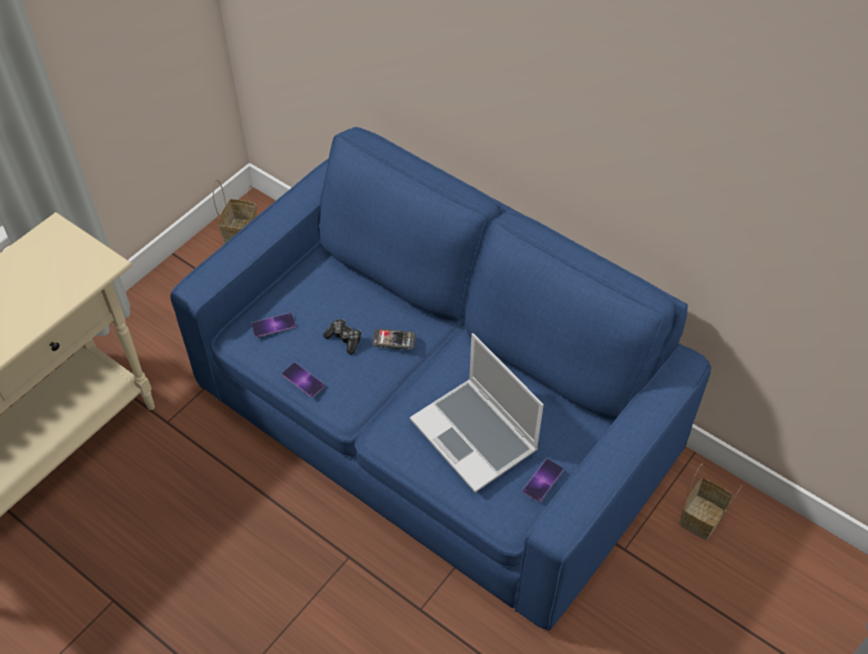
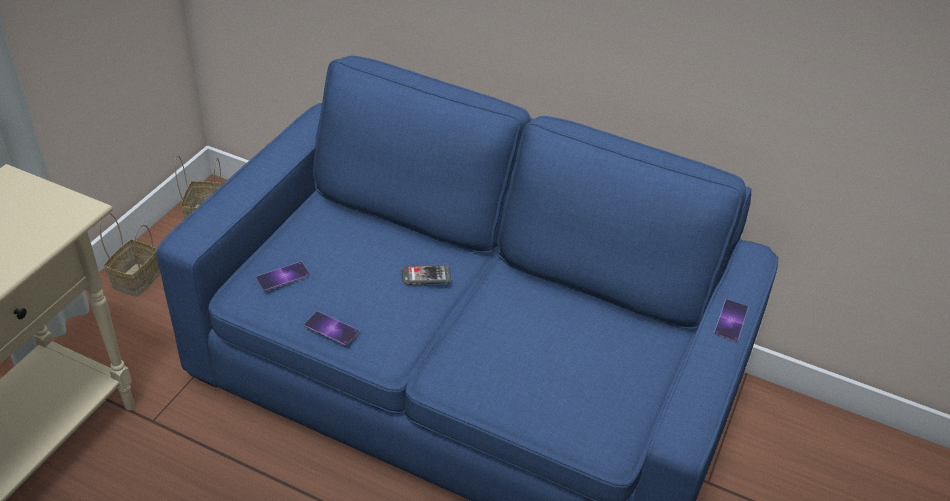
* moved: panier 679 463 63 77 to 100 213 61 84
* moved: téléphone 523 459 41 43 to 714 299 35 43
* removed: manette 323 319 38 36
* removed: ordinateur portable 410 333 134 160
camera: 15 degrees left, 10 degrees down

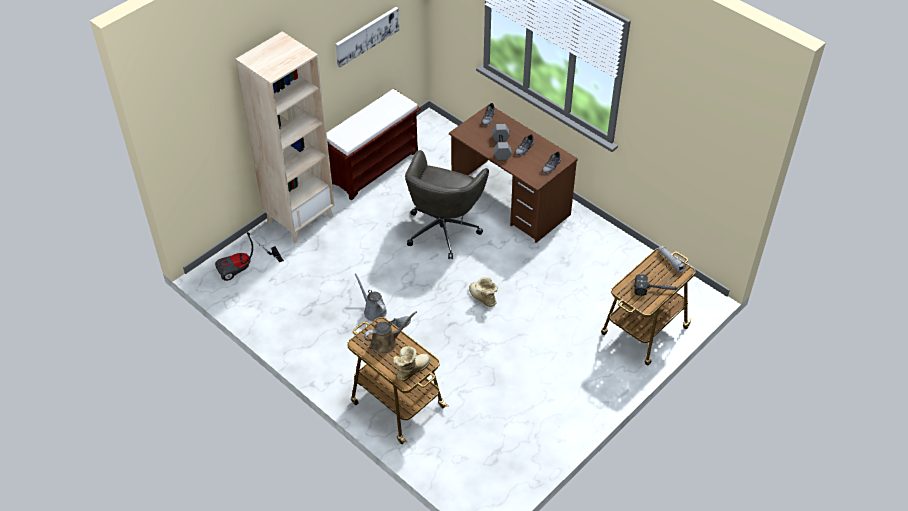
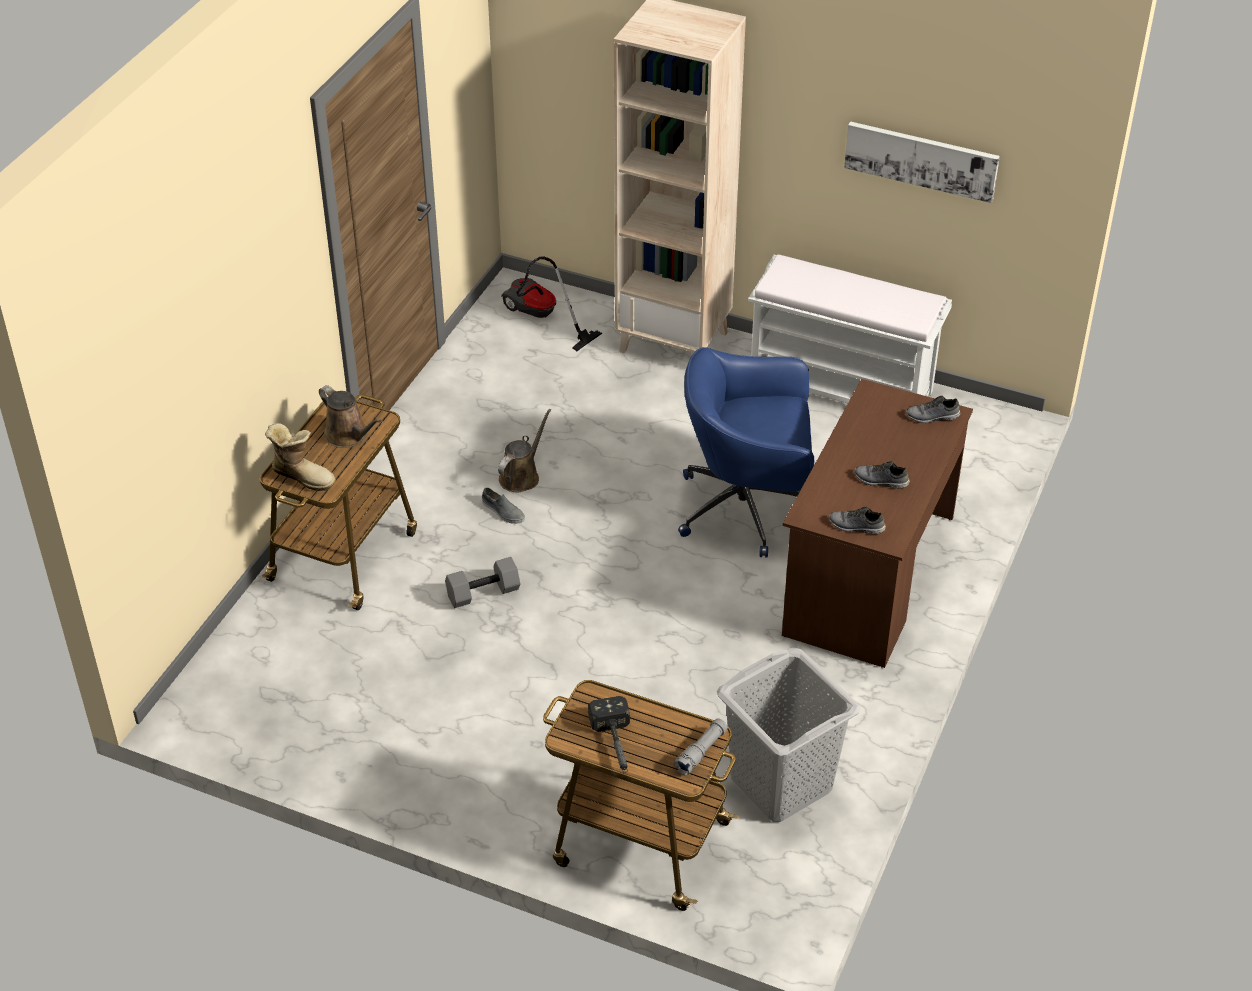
* moved: haltère/gris 492 124 20 36 to 445 557 75 51
* recoloured: arrosoir/gris 355 274 32 48 to arrosoir/marron 498 409 53 83
* recoloured: chaise de bureau/gris 405 150 84 109 to chaise de bureau/bleu 678 347 136 211
* added: panier à linge/gris 717 648 143 174
* recoloured: banc/marron 327 89 94 111 to banc/blanc 748 254 204 149
* removed: botte 469 277 29 30
camera: 70 degrees right, 5 degrees down

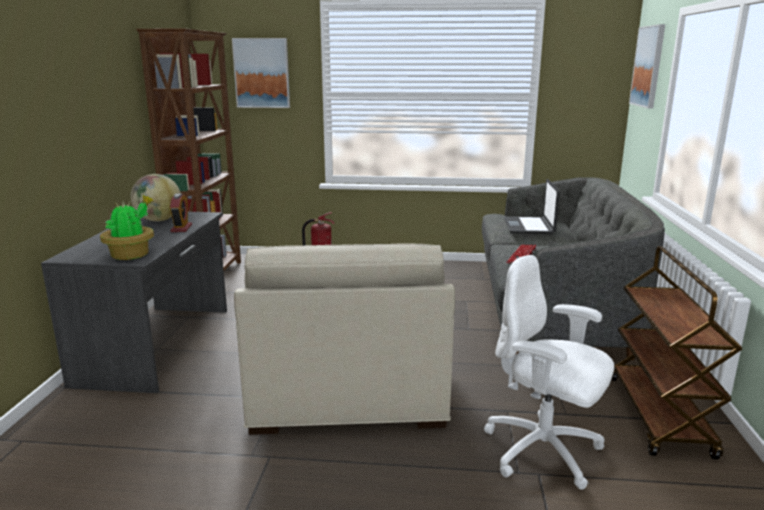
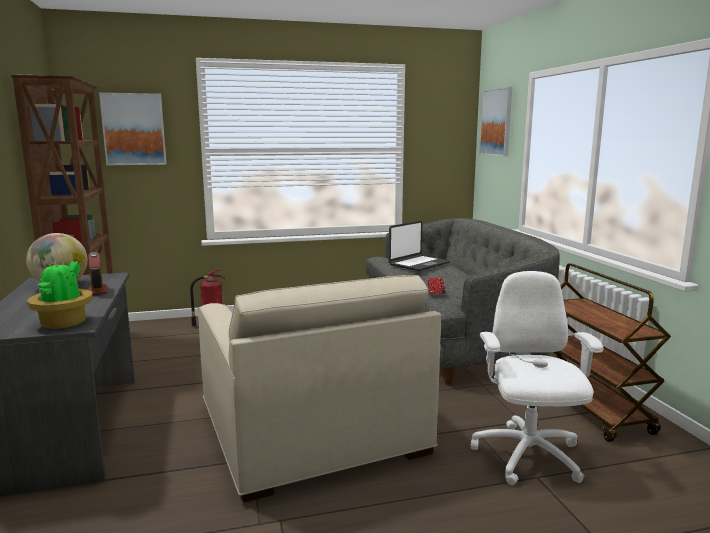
* turned: ordinateur portable 504 179 56 55 = 389 221 61 50 120 degrees counterclockwise
* turned: chaise de bureau/blanc 484 255 130 235 = 471 271 132 214 75 degrees clockwise
camera: 20 degrees left, 5 degrees down

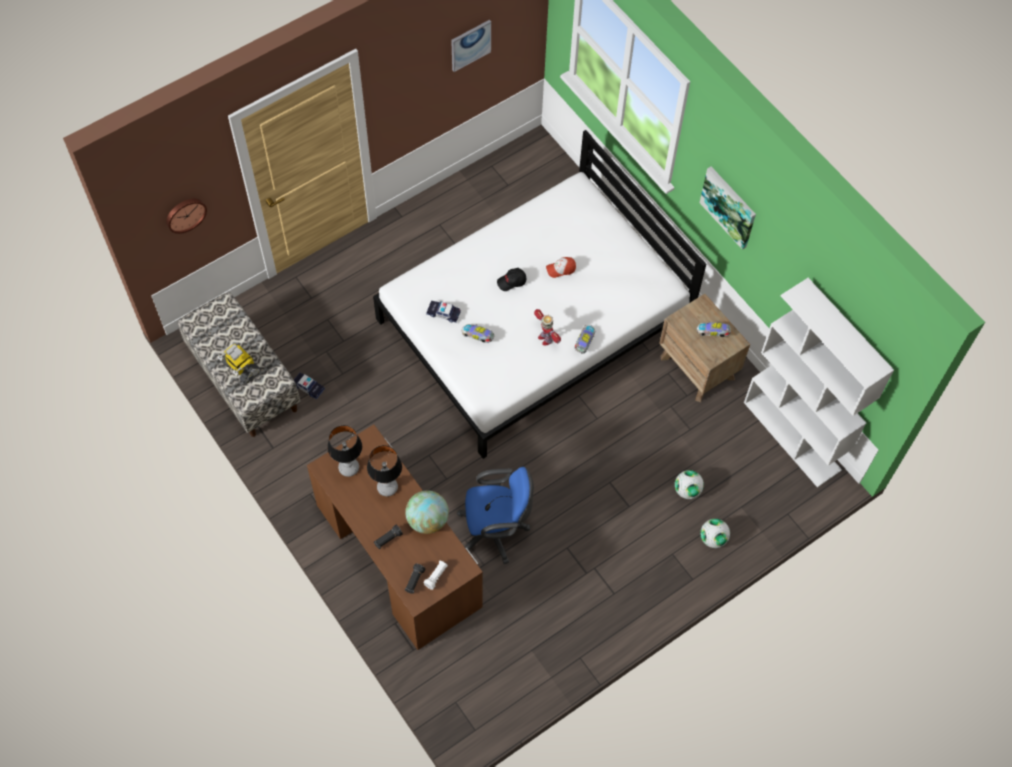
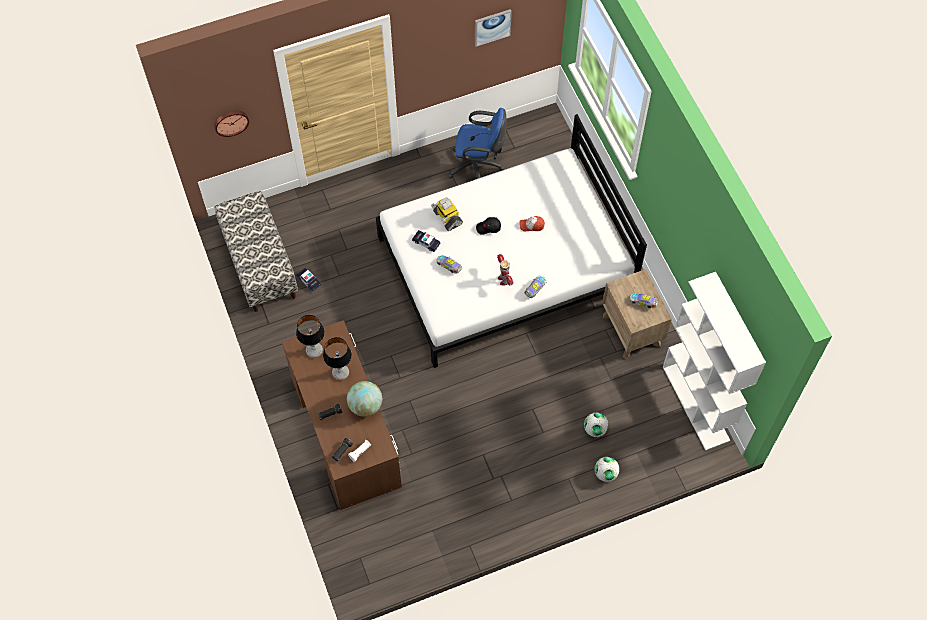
* moved: robot jouet 217 344 44 40 to 431 197 32 34
* moved: chaise de bureau/bleu 456 467 78 97 to 448 108 59 71
* removed: tableau 700 166 56 84
camera: 15 degrees right, 0 degrees up

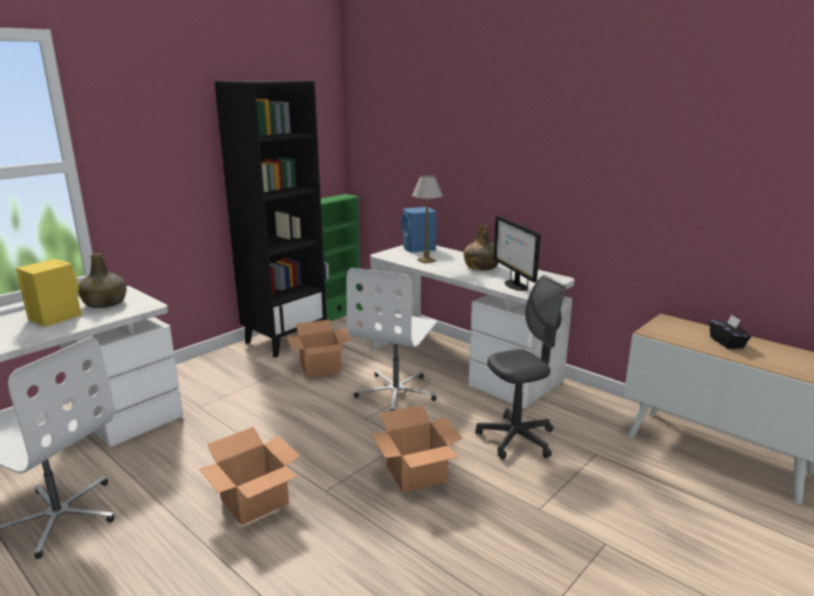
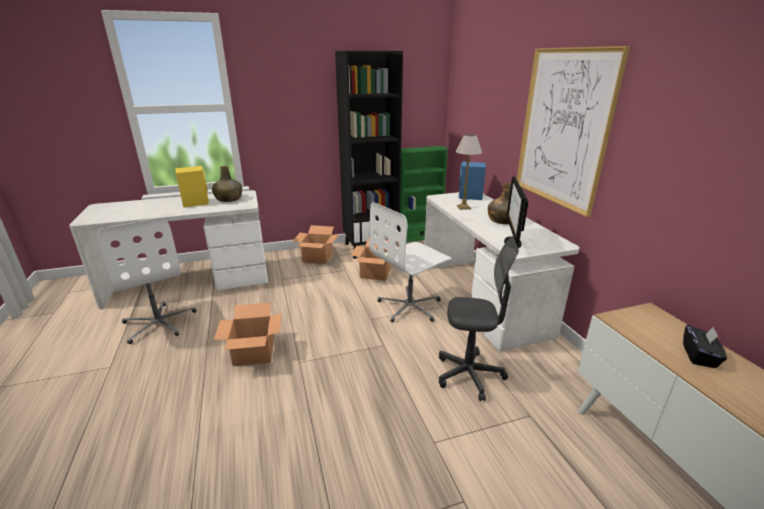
* moved: carton 372 405 91 88 to 293 225 46 39
* added: tableau 517 46 113 171
camera: 30 degrees right, 5 degrees up

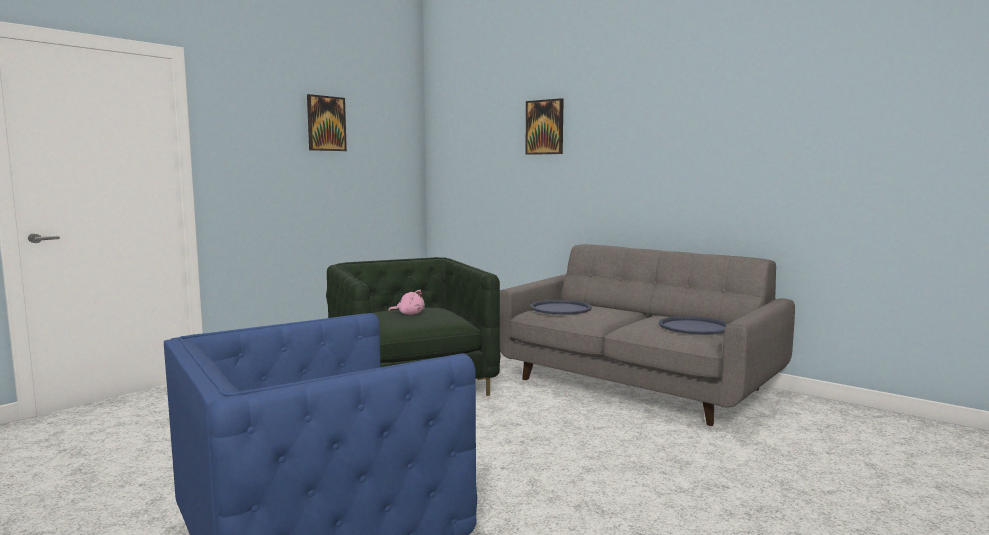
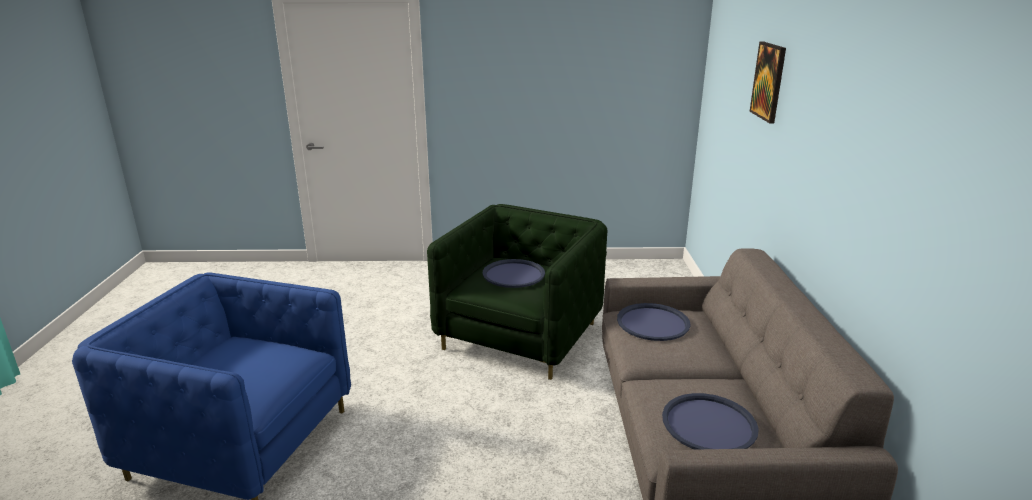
* replaced: peluche/rose 388 290 37 25 to plateau/bleu 483 259 62 29
* removed: tableau 307 94 40 57
camera: 50 degrees right, 15 degrees up

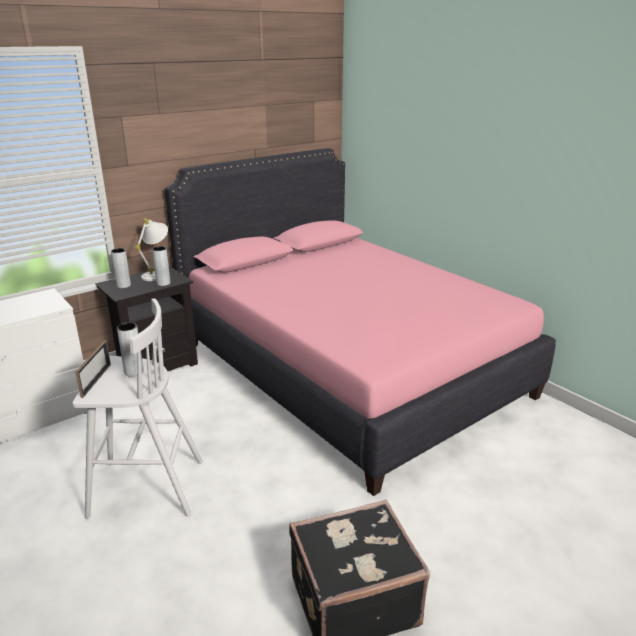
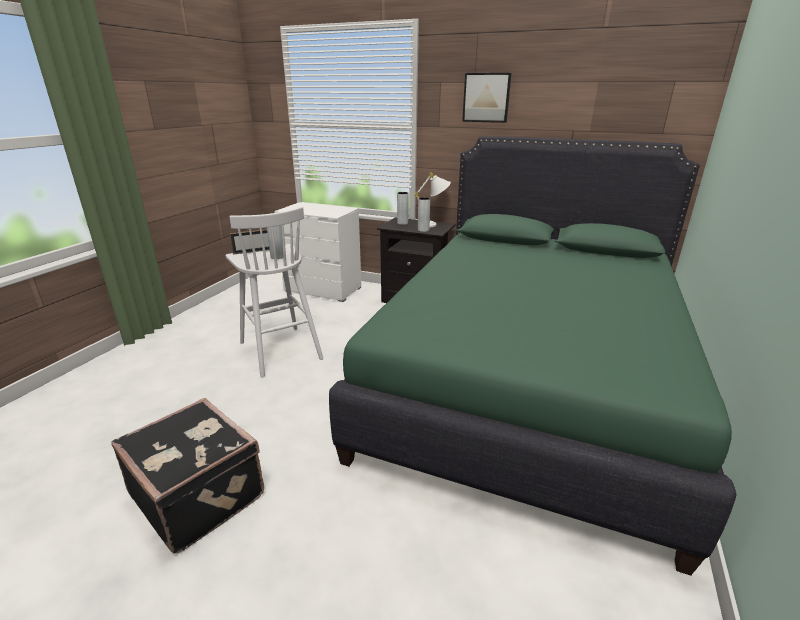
* recoloured: lit/rose 165 148 391 348 to lit/vert 329 136 408 440
* added: tableau 462 73 50 50
camera: 60 degrees right, 0 degrees up

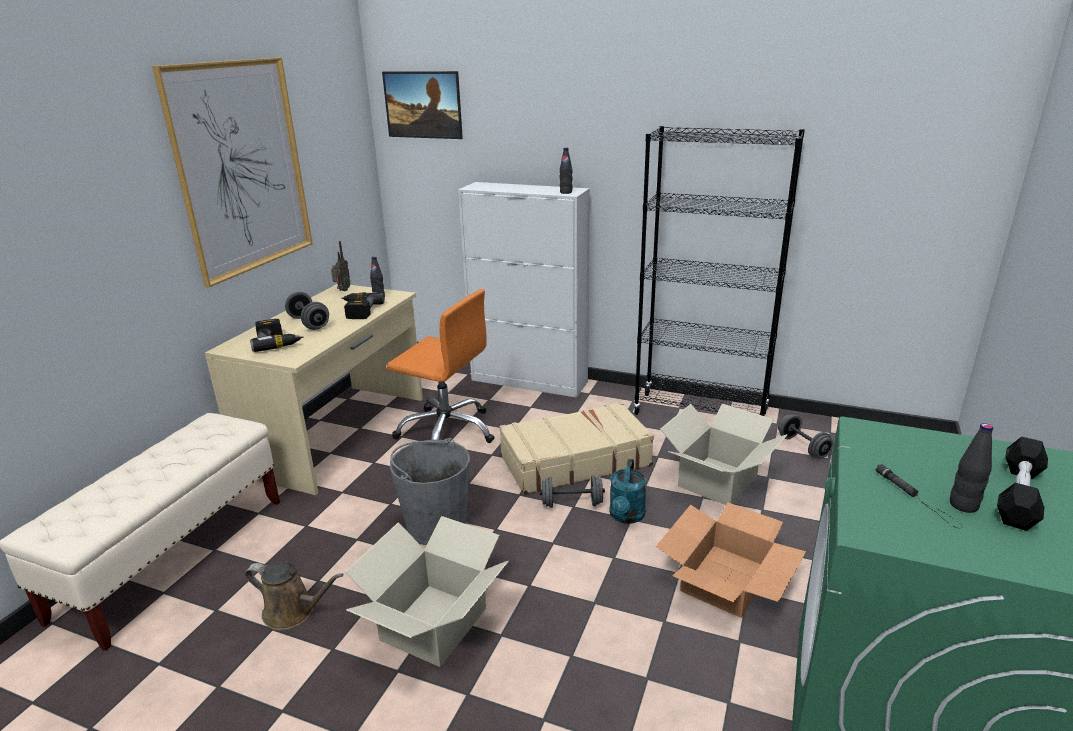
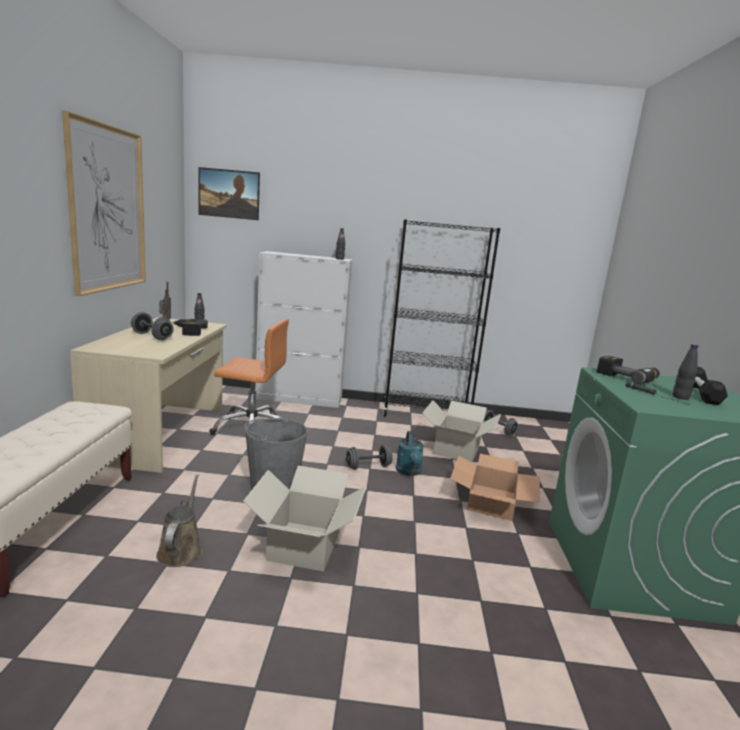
* turned: arrosoir/marron 245 561 99 69 = 156 474 46 93 90 degrees counterclockwise
* moved: perceuse 250 319 54 33 to 597 356 63 28
* removed: valise/beige 499 402 155 93
camera: 20 degrees left, 10 degrees down

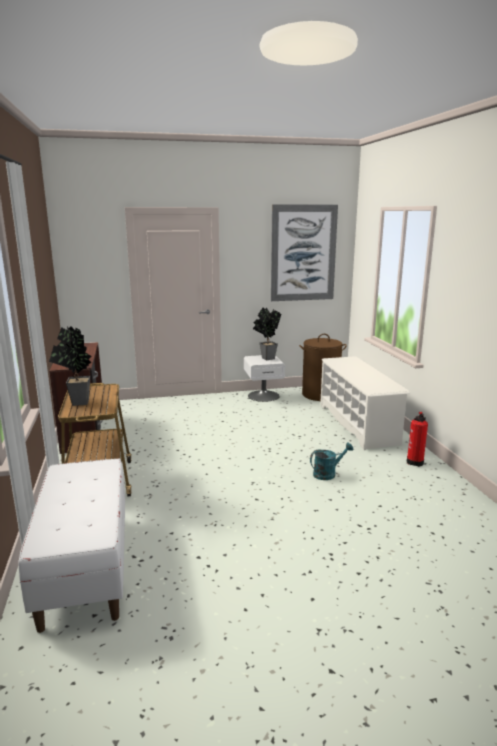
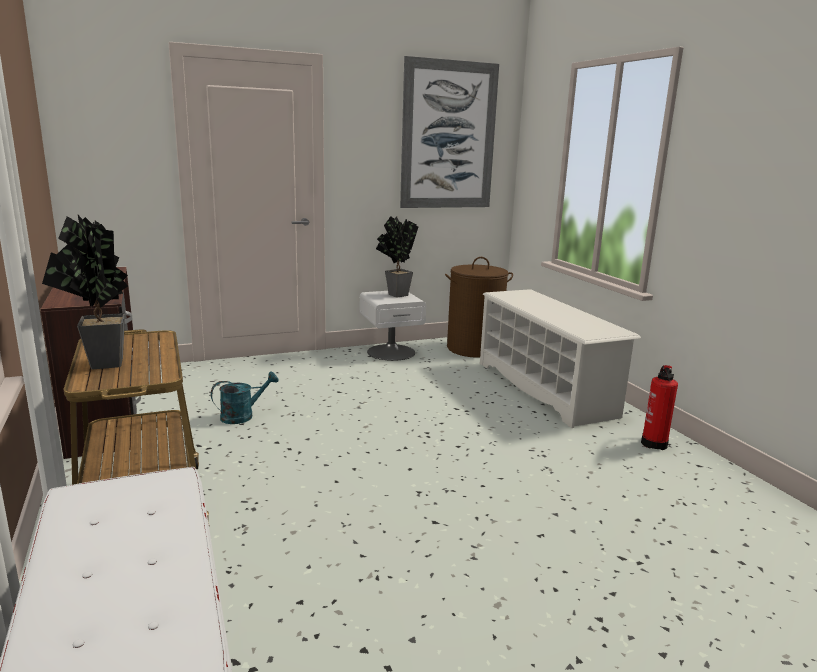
* moved: arrosoir/turquoise 310 443 44 37 to 211 372 68 52
camera: 10 degrees left, 0 degrees up

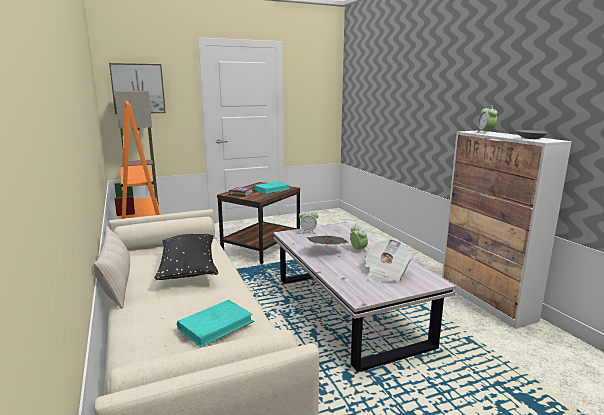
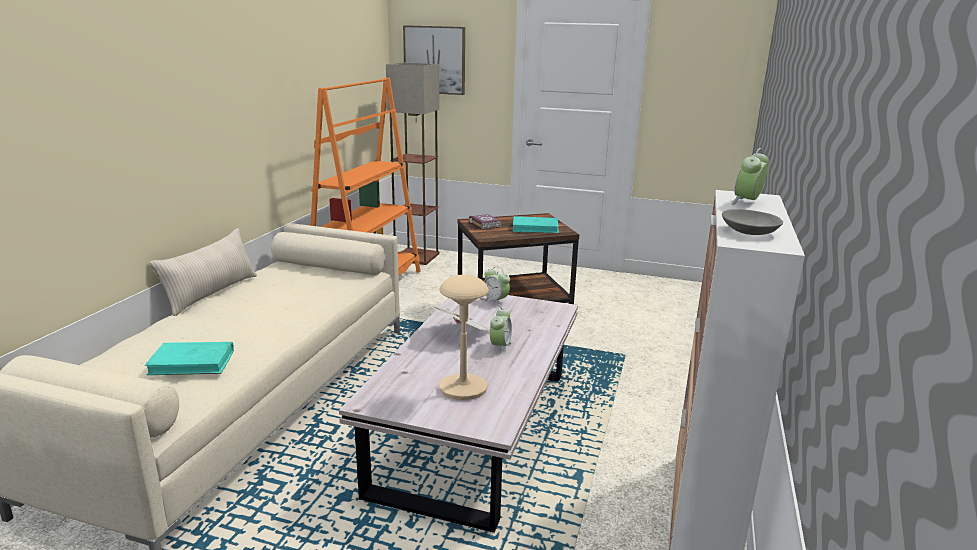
* replaced: journal 365 239 49 43 to lampe de table/beige 439 275 50 125
* removed: coussin/noir 154 234 64 46
camera: 40 degrees right, 5 degrees up

